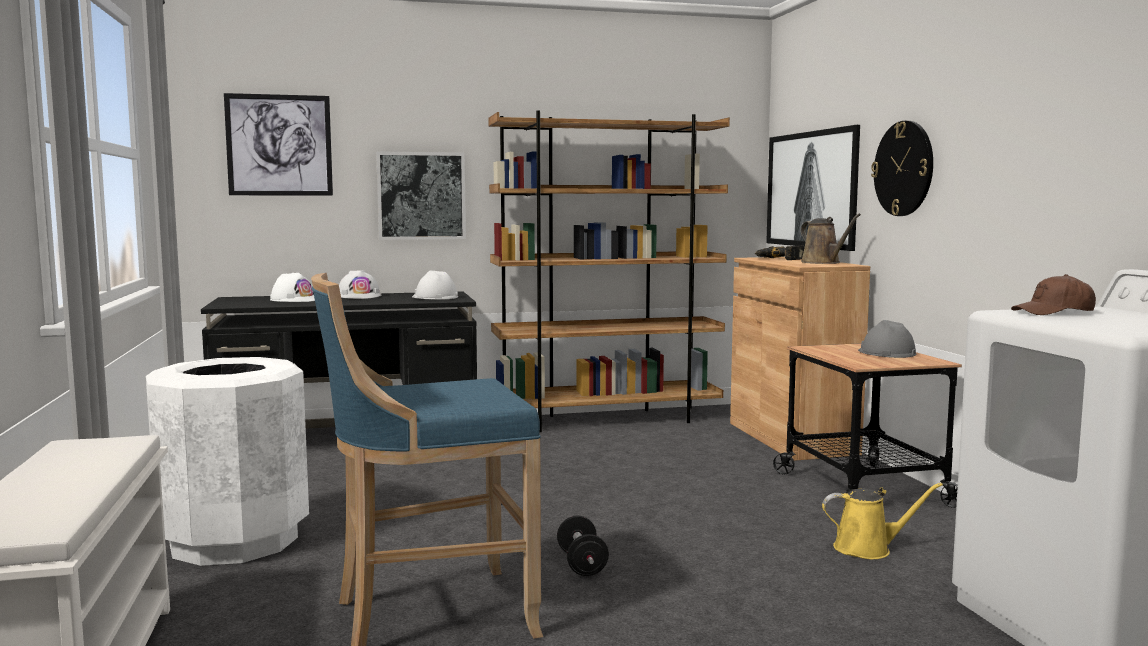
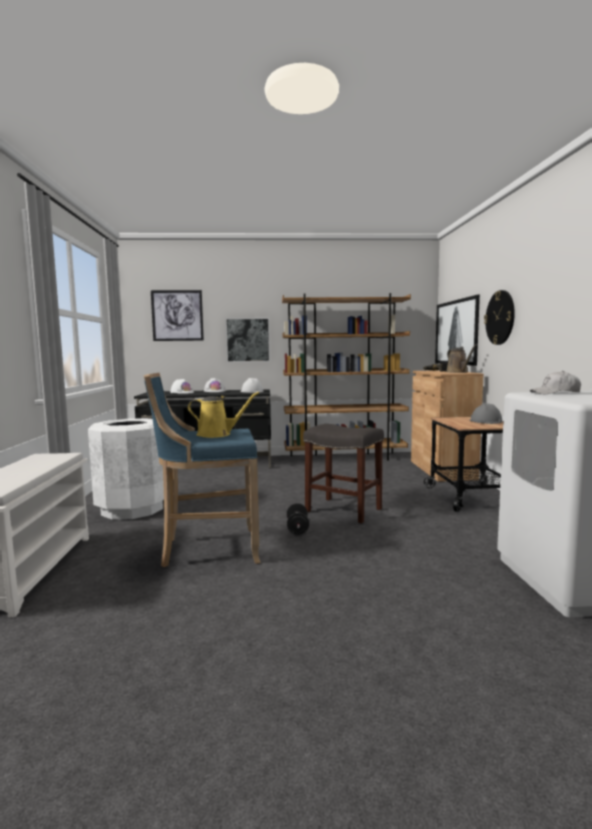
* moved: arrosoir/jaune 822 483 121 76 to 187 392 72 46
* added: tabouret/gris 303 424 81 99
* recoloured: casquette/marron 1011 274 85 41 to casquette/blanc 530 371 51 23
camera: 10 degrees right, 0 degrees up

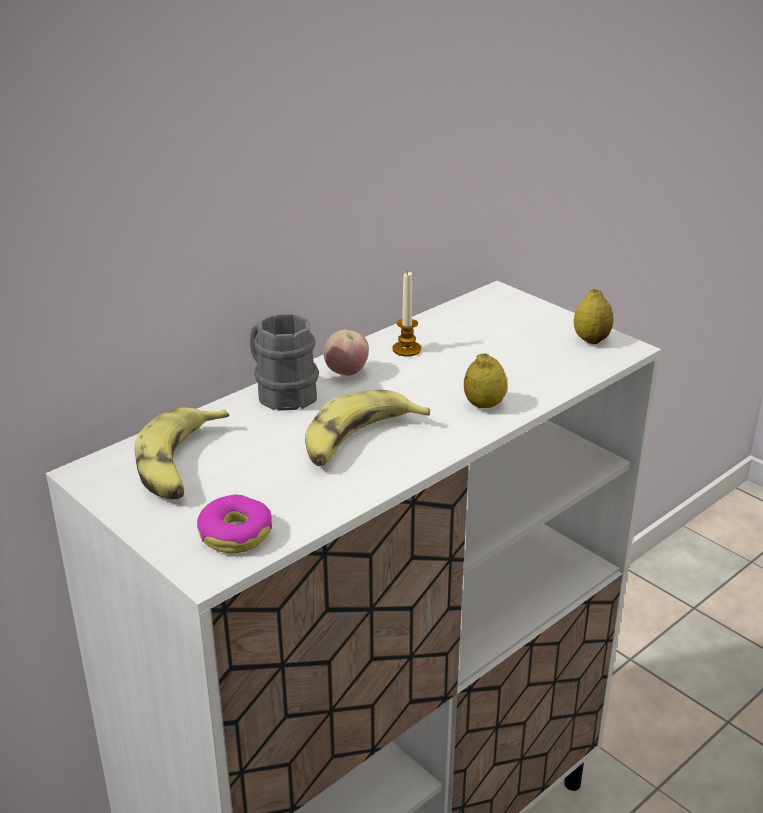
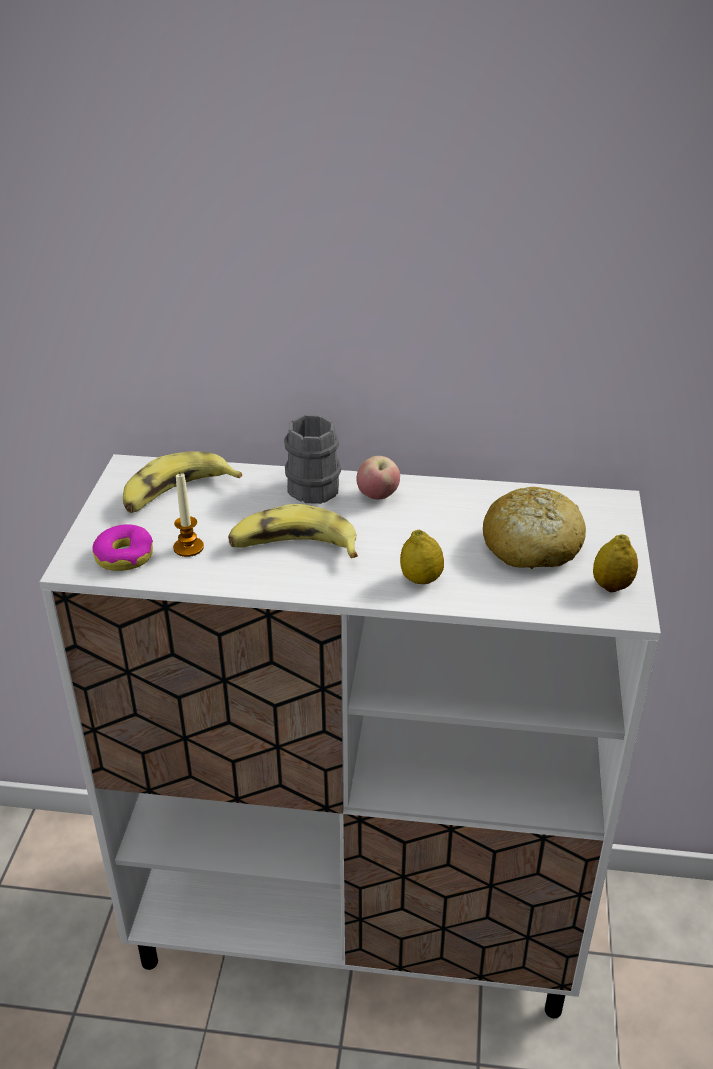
* moved: bougie 393 272 28 84 to 173 472 31 85
* added: pain 483 487 103 83
camera: 50 degrees right, 5 degrees up

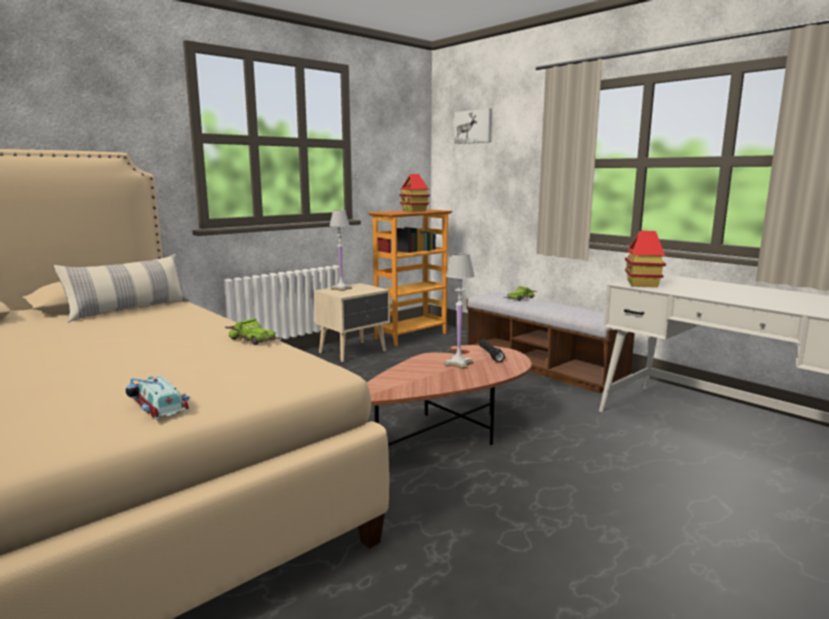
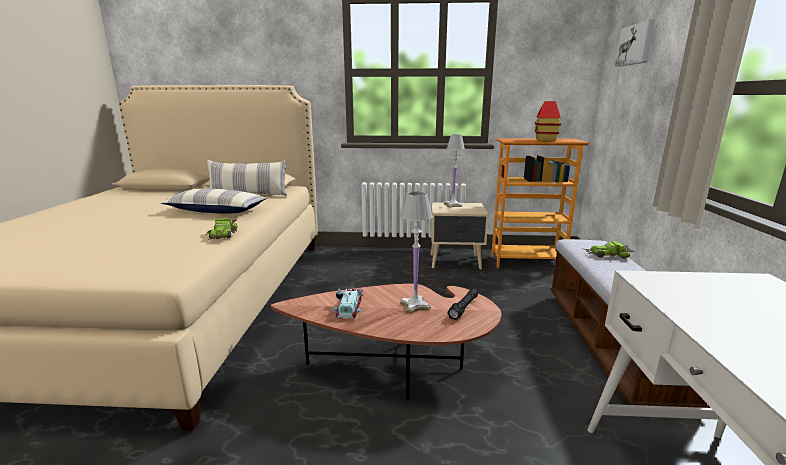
* added: coussin 161 189 106 25
* moved: petite voiture 126 375 65 45 to 333 288 30 32
* removed: maison miniature 625 231 41 56
camera: 45 degrees right, 5 degrees up

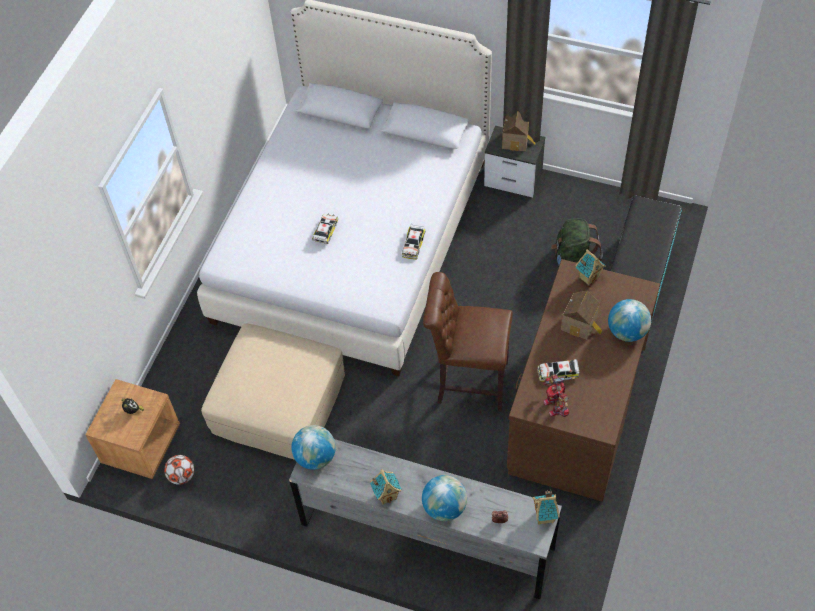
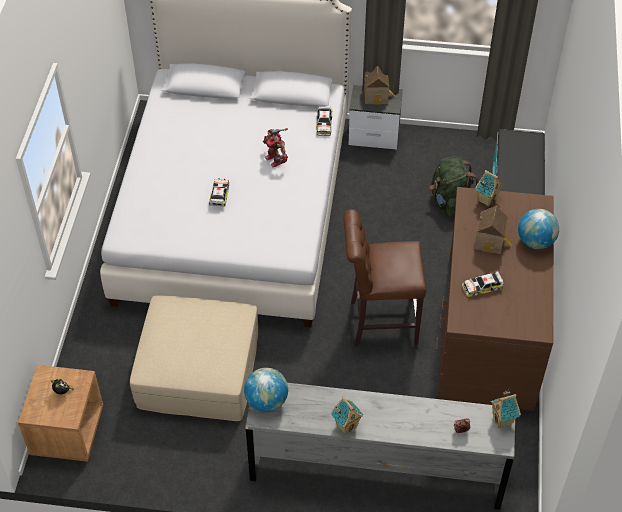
* moved: robot jouet 543 374 32 43 to 263 128 25 39
* moved: petite voiture 402 224 23 36 to 316 106 16 30
* removed: ballon de foot 164 455 30 30
* removed: globe 422 475 45 46
camera: 15 degrees left, 5 degrees down

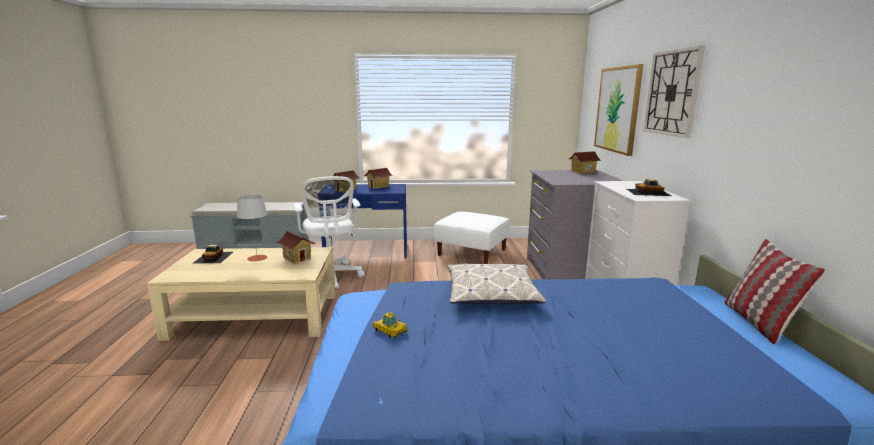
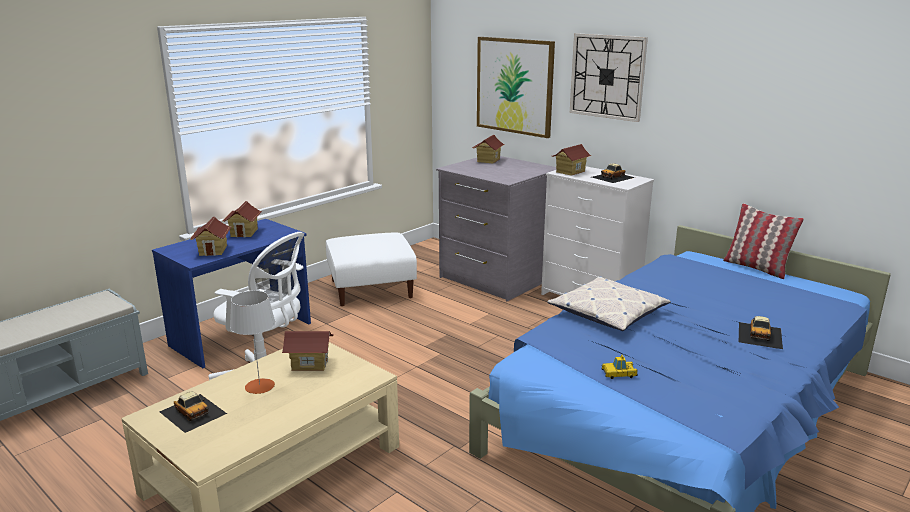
* added: maison miniature 551 144 41 32
* added: petite voiture 739 316 44 33
camera: 45 degrees left, 5 degrees up

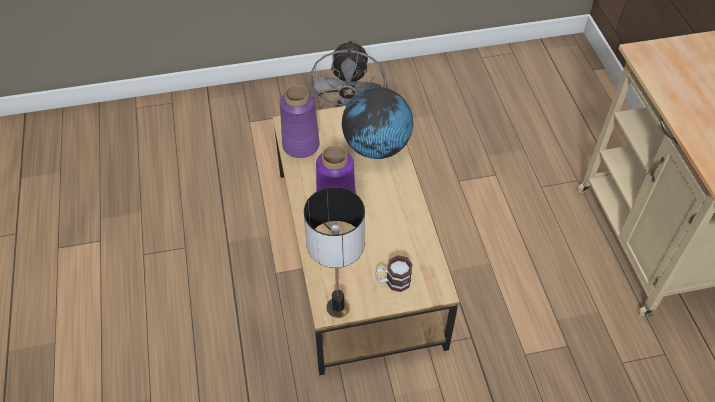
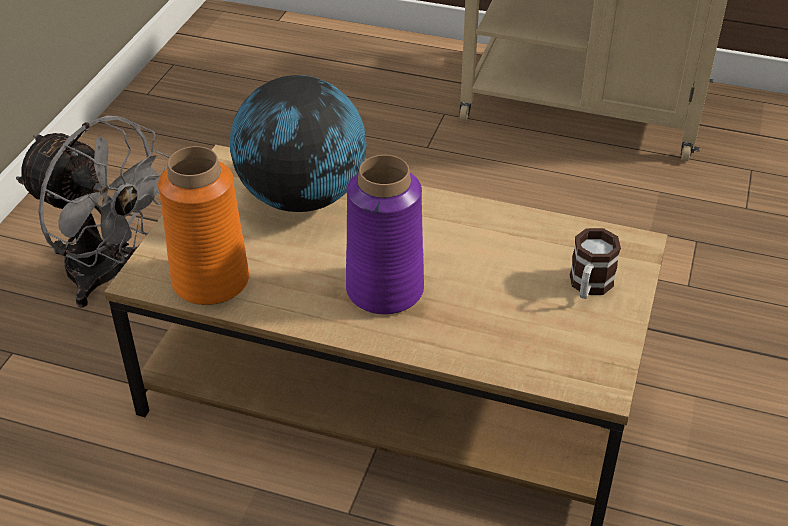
* recoloured: vase/violet 280 85 40 73 to vase/orange 158 146 91 159
* removed: lampe de table 304 187 61 131
camera: 60 degrees left, 10 degrees down

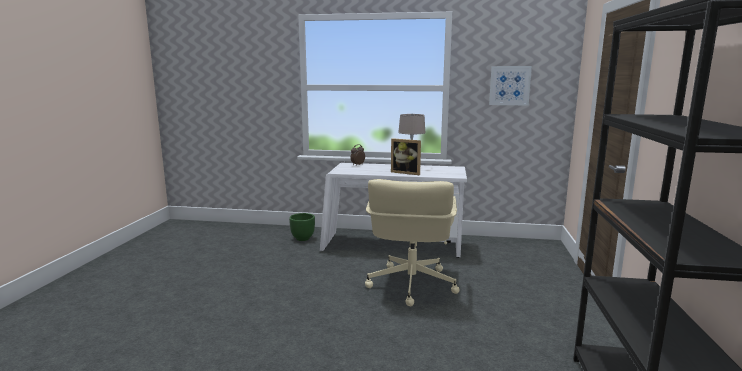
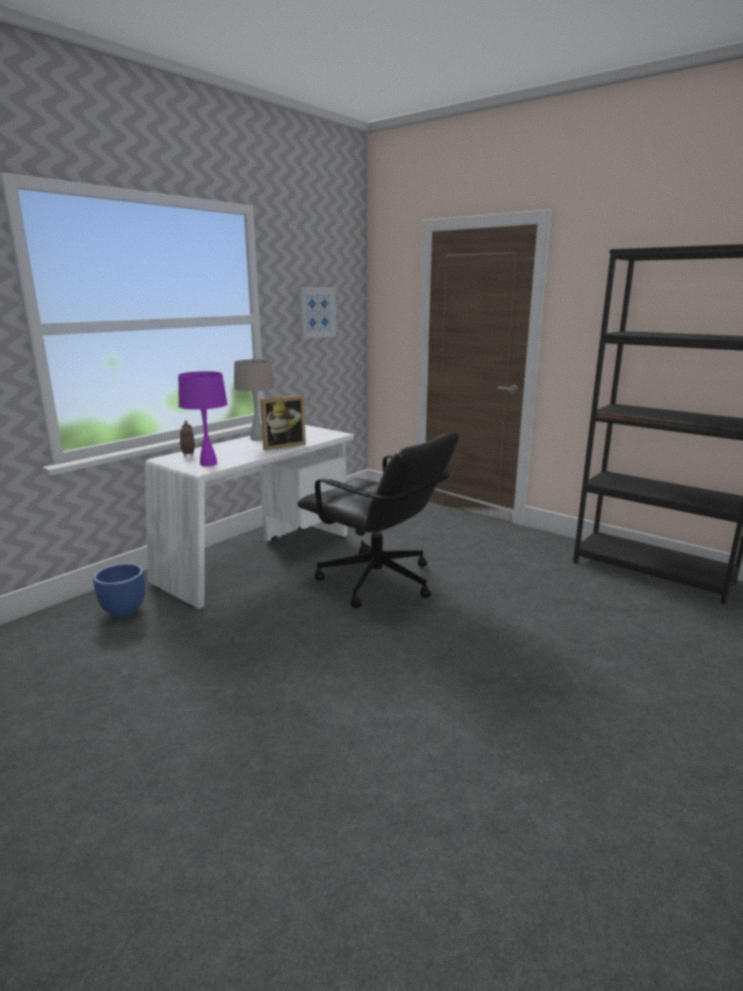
* recoloured: cache-pot/vert 289 213 26 28 to cache-pot/bleu 93 563 52 55
* added: lampe de table/violet 178 371 49 95
* recoloured: chaise de bureau/beige 365 179 95 127 to chaise de bureau/noir 297 432 162 176
camera: 60 degrees left, 5 degrees up

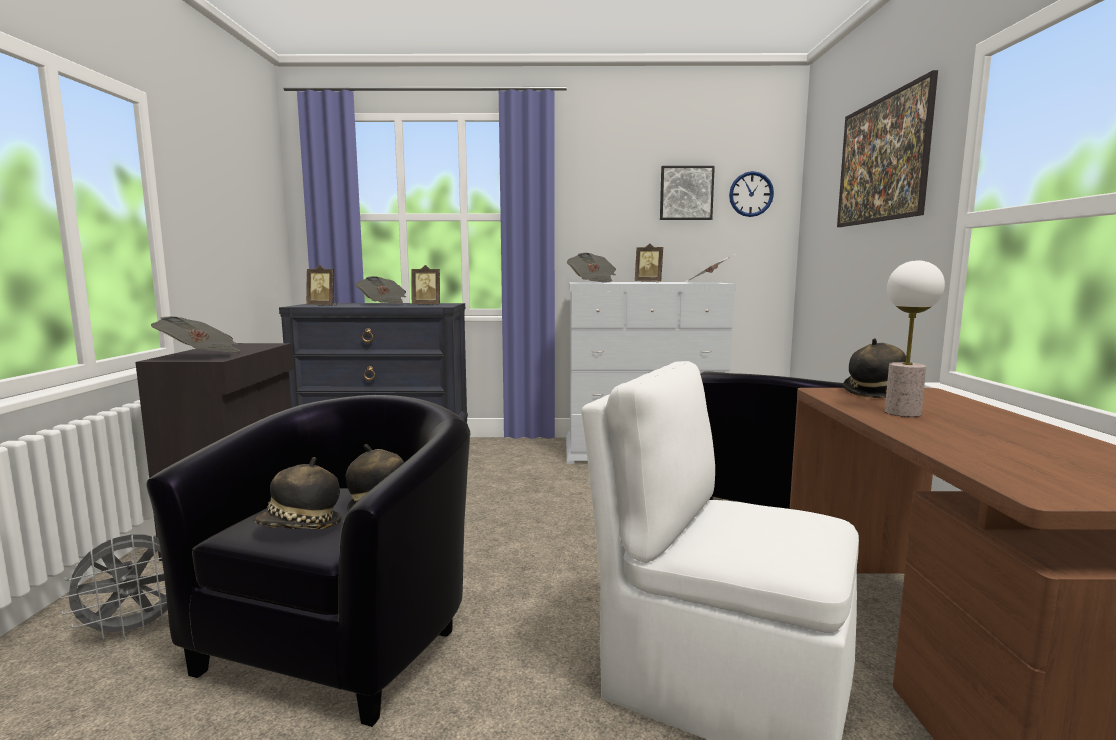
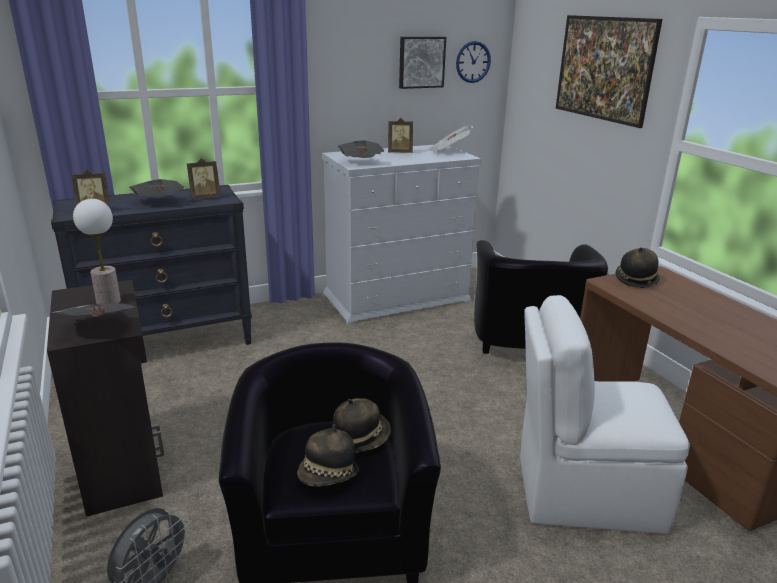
* moved: lampe de table 885 260 60 157 to 73 199 48 105
camera: 25 degrees left, 15 degrees up

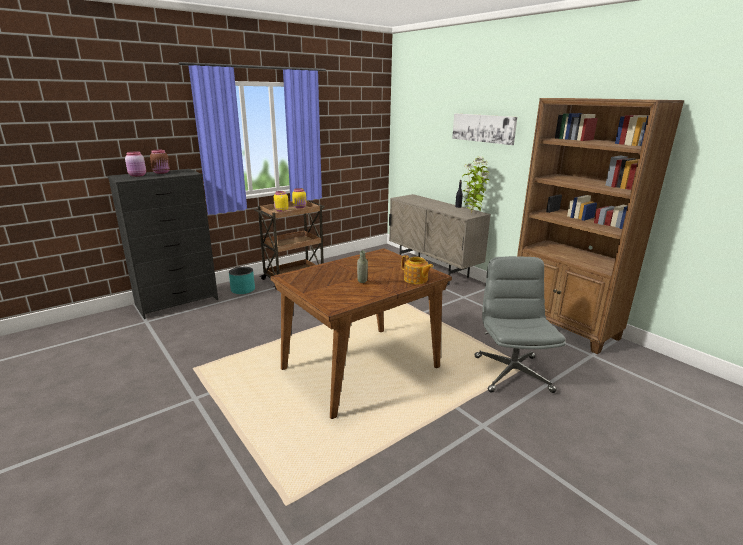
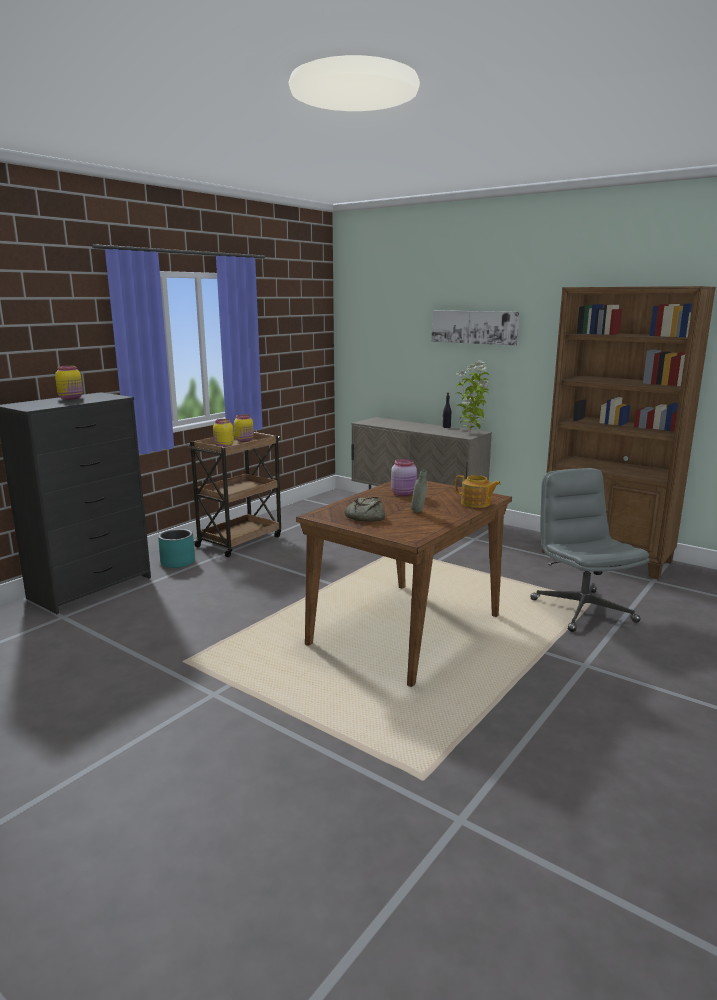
* recoloured: bocal/marron 150 150 20 24 to bocal/jaune 55 366 28 34
* added: pain 345 497 40 25
* moved: bocal/rose 125 152 21 25 to 391 459 26 37
camera: 15 degrees left, 5 degrees down

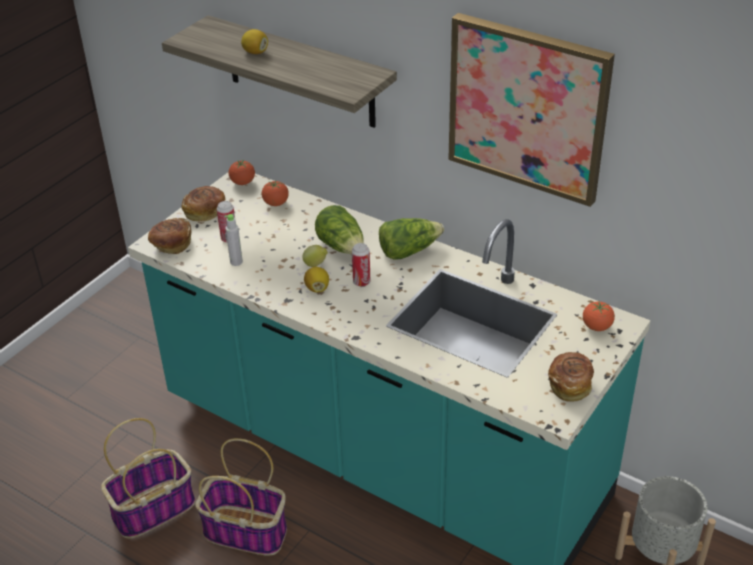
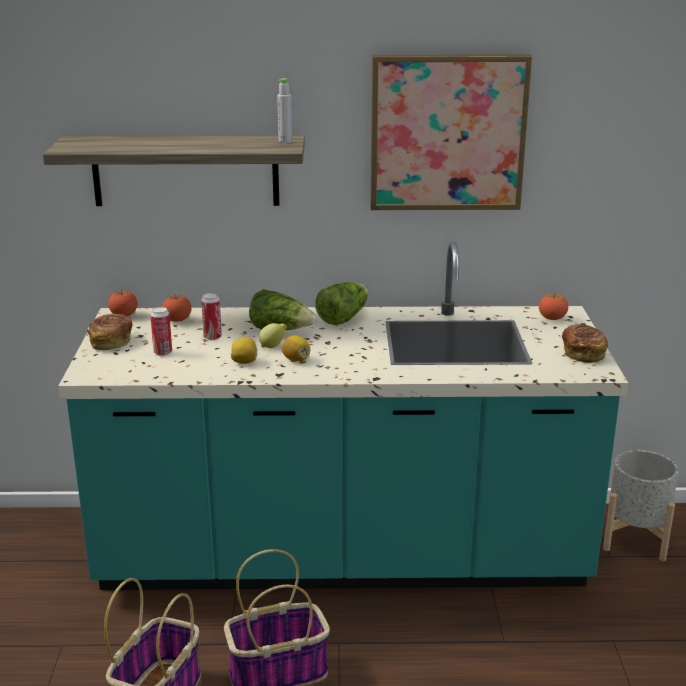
* moved: boîte métallique 352 243 19 44 to 201 293 21 47
* moved: citron 241 29 27 25 to 231 338 26 26
* moved: bouteille/gris 225 214 18 52 to 277 78 15 65
* removed: pain 148 218 44 36
camera: 35 degrees left, 15 degrees down

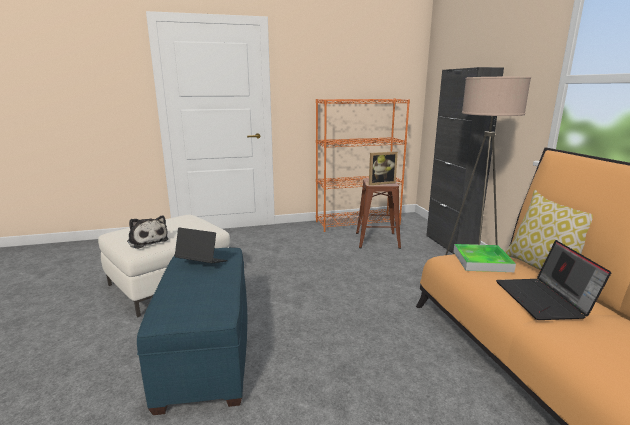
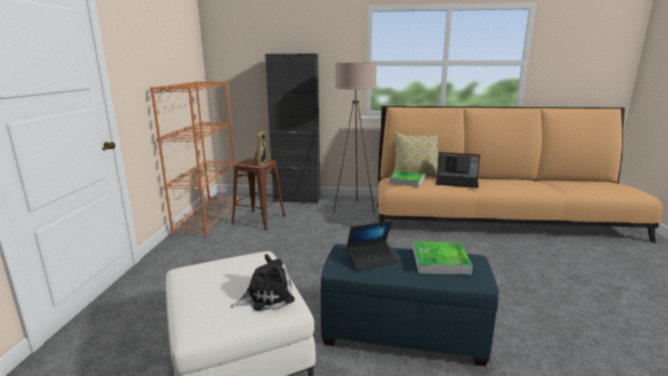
* turned: ordinateur portable 174 228 54 35 = 346 221 52 50 150 degrees counterclockwise
* added: plateau 413 241 60 34
camera: 70 degrees left, 0 degrees up

